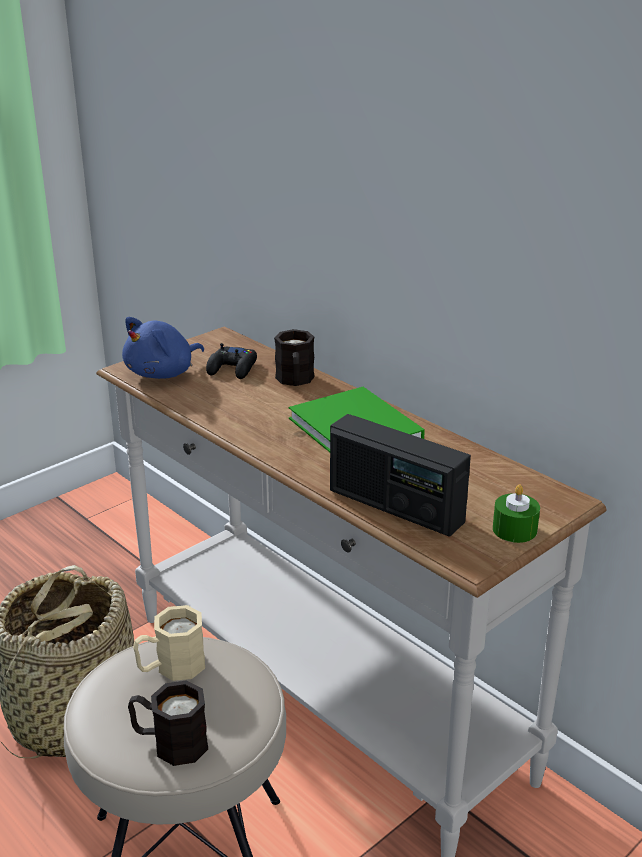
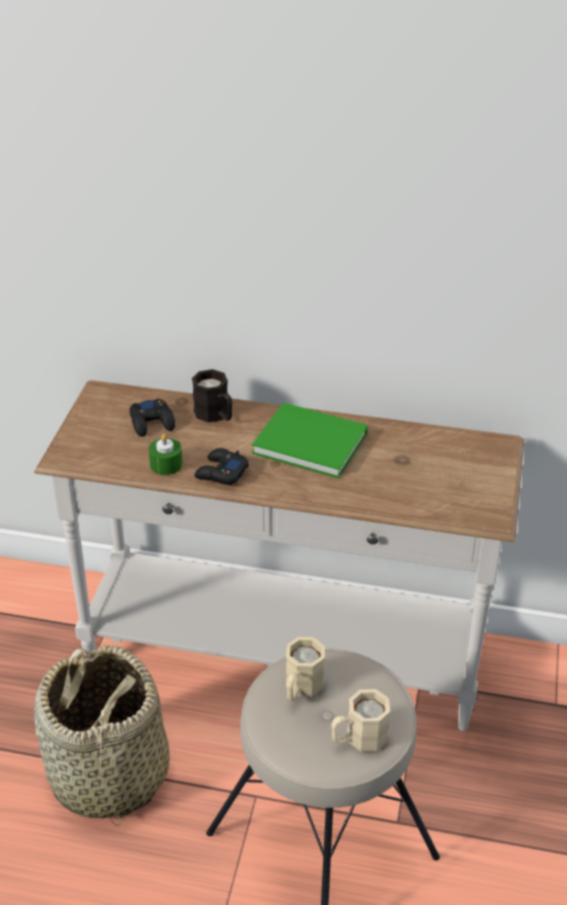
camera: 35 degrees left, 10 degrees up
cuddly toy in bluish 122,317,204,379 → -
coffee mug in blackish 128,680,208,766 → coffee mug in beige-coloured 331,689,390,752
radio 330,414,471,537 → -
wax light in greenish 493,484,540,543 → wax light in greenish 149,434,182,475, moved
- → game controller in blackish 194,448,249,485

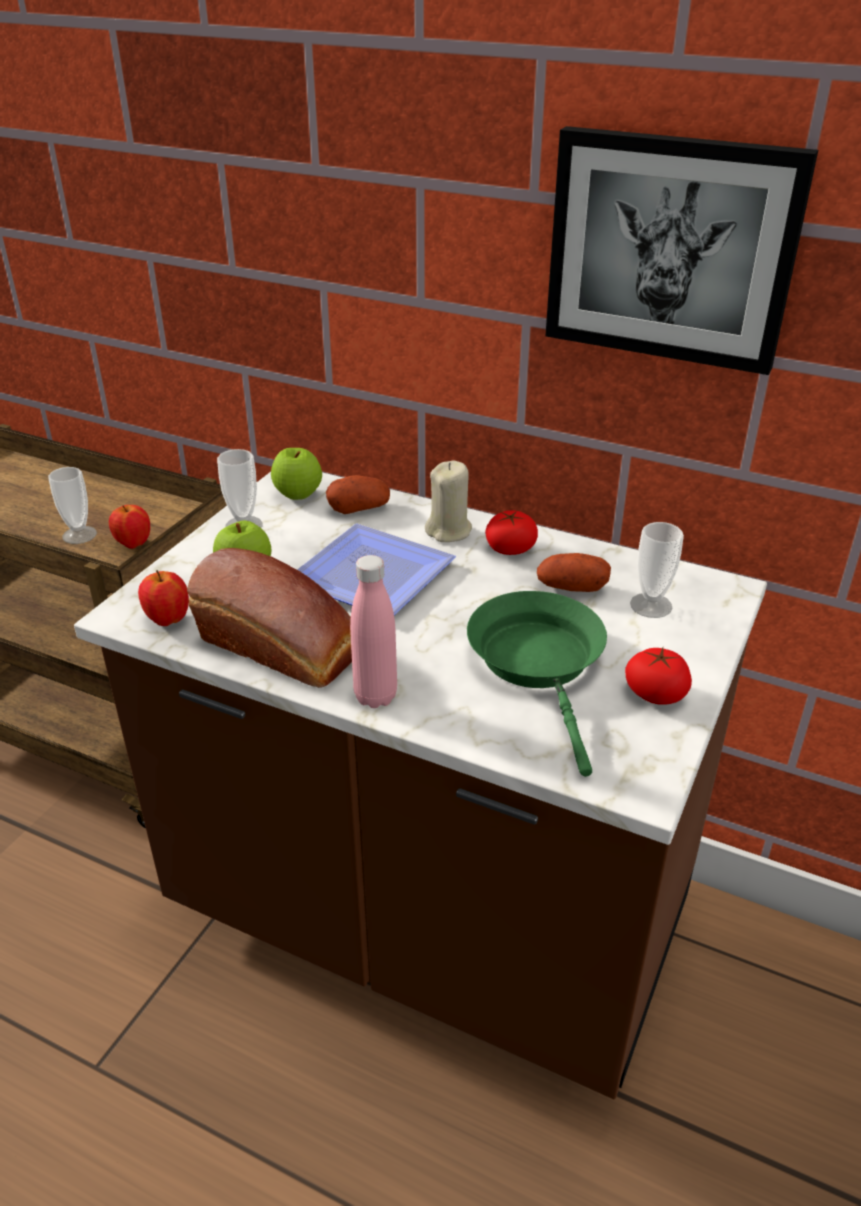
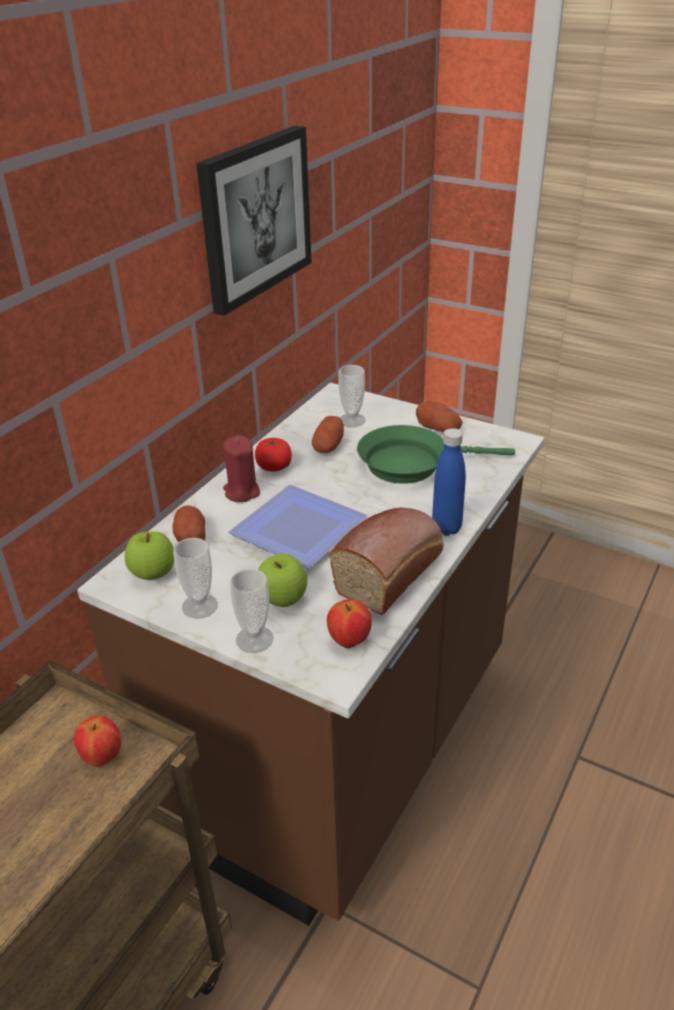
camera: 85 degrees left, 0 degrees up
small cup 49,467,97,544 → small cup 230,569,274,653, moved
beverage bottle in pink 350,555,397,708 → beverage bottle in bluish 432,428,466,536
wax light in beige-coloured 425,461,472,542 → wax light in reddish 223,435,260,502
fresh tomato 625,647,692,705 → spud 416,401,463,432

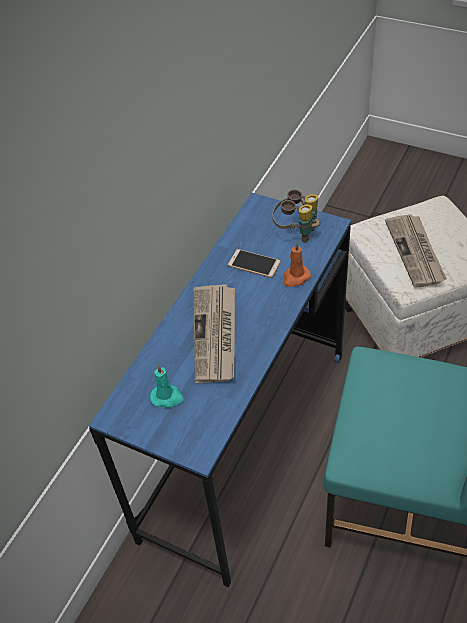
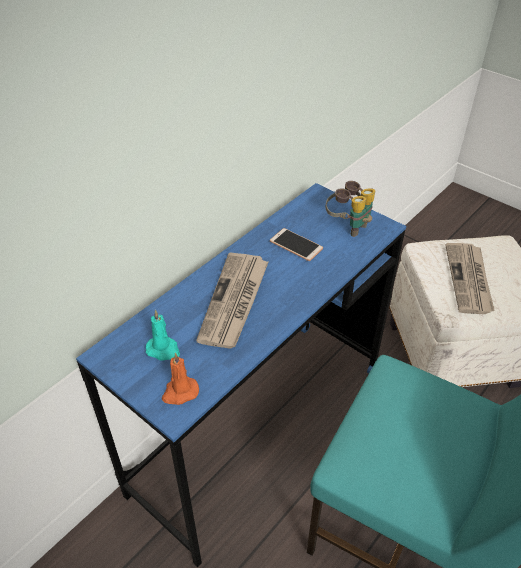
camera: 10 degrees right, 5 degrees down
wax light in orange-coloured 283,242,311,287 → wax light in orange-coloured 162,353,199,405, moved

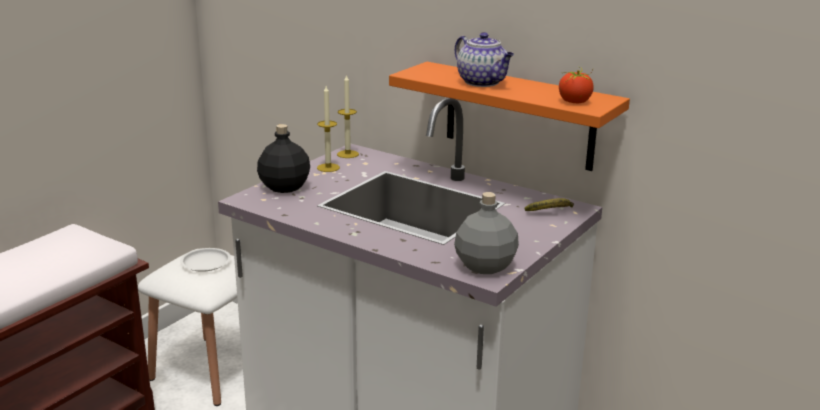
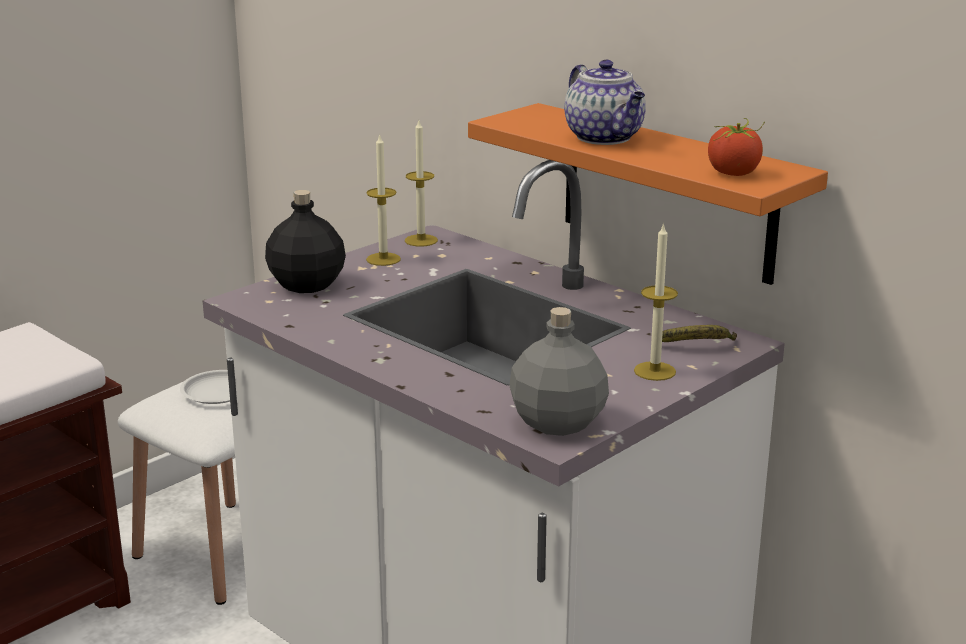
camera: 10 degrees right, 0 degrees up
- → wax light 634,222,678,381

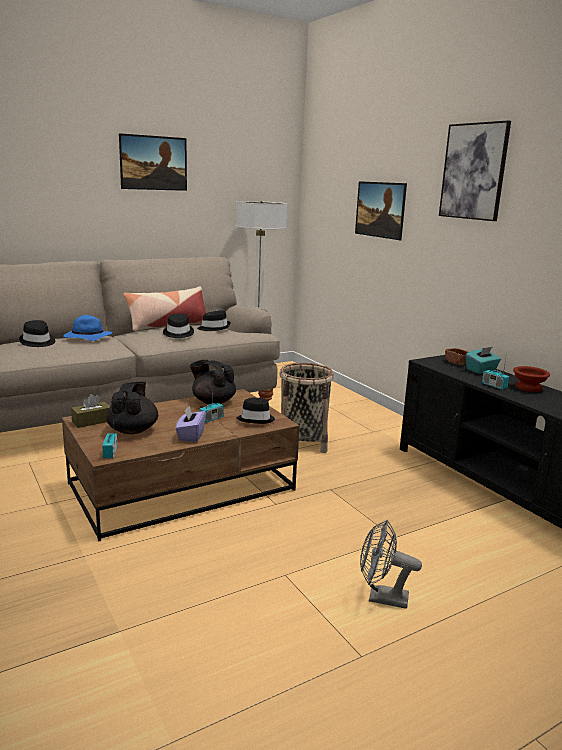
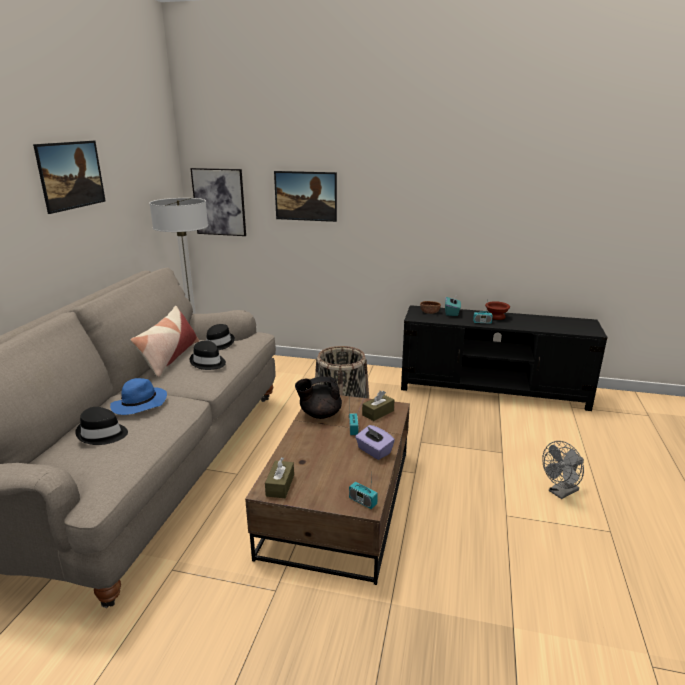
camera: 45 degrees left, 5 degrees up
teapot in blackish 106,381,158,434 → -
hat in blackish 237,398,275,424 → tissue holder in brown-coloured 362,391,394,421
wall art 439,120,511,221 → wall art 190,168,246,236, moved

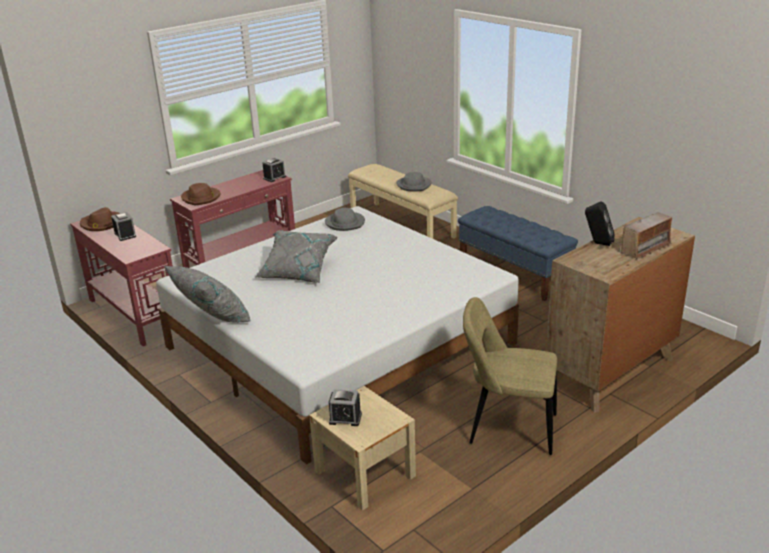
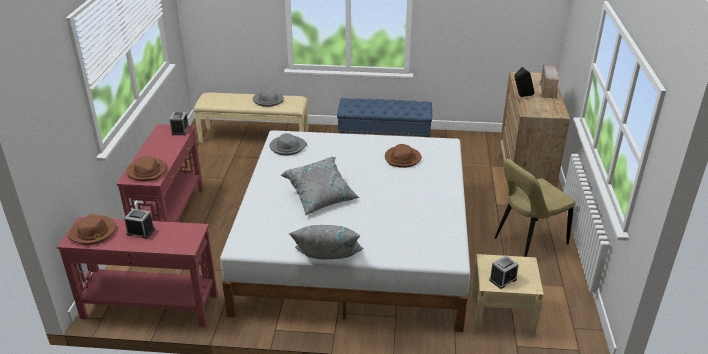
camera: 45 degrees left, 5 degrees up
- → hat in brown-coloured 385,144,421,168

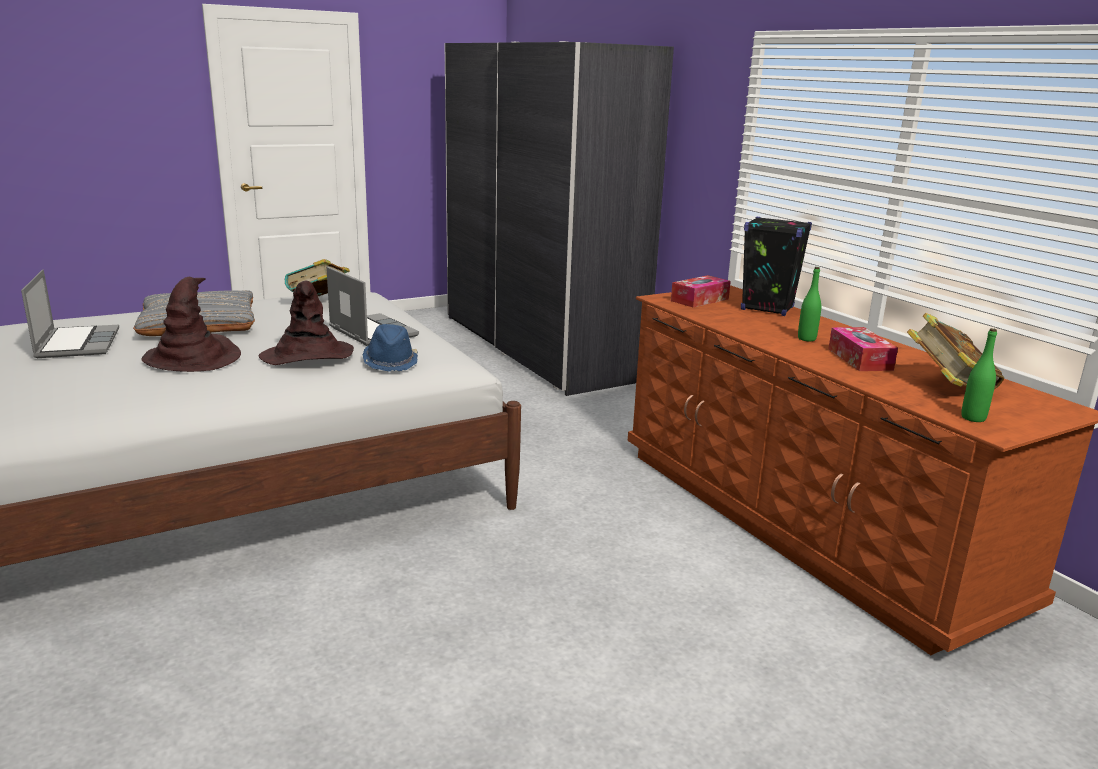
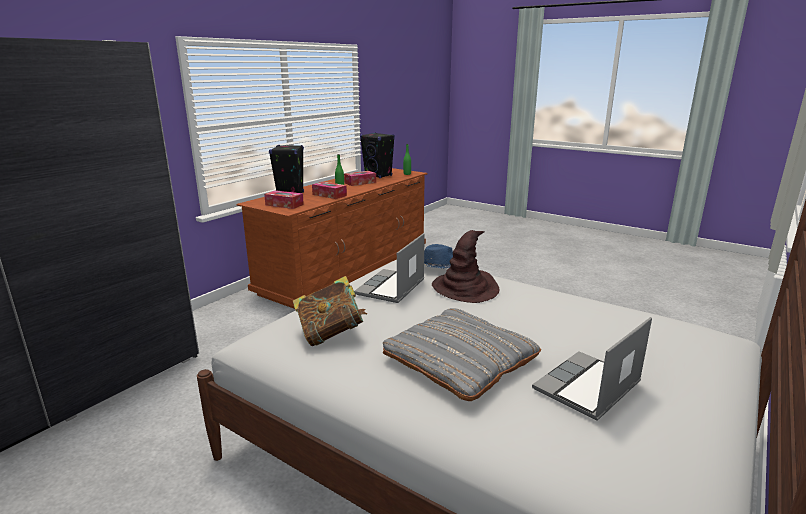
camera: 115 degrees left, 0 degrees up
hat in brown-coloured 141,277,241,372 → -
bound book 907,313,1004,390 → speaker in blackish 360,133,395,178
- → tissue holder 312,182,347,199

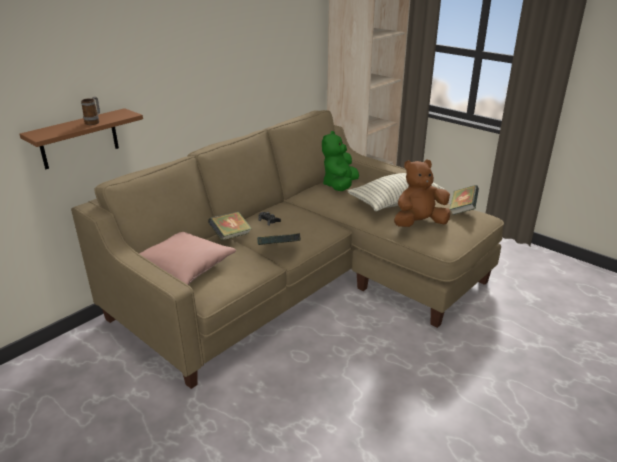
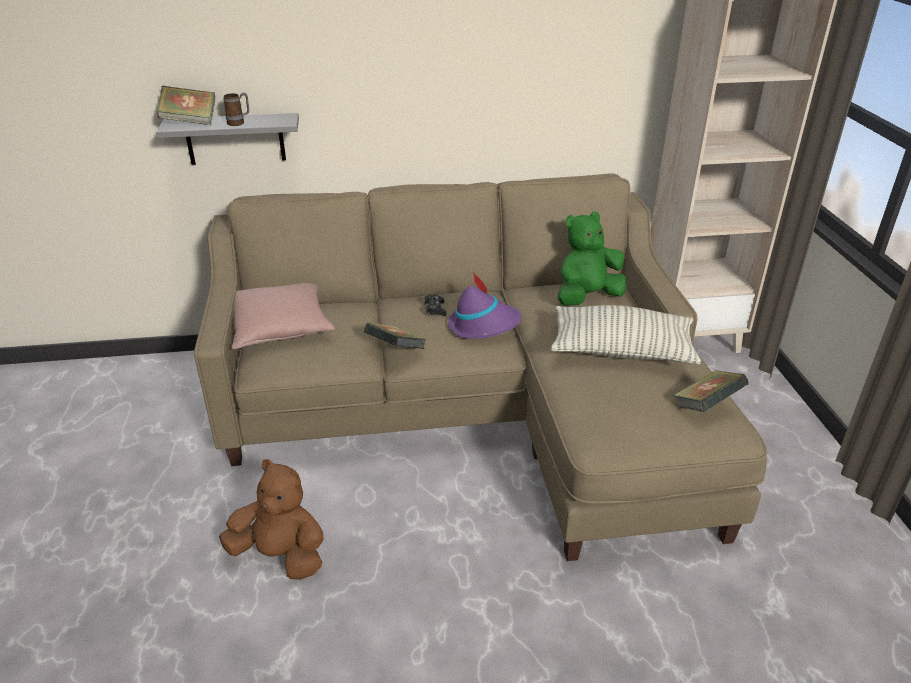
camera: 40 degrees right, 5 degrees up
wall shelf in brown-coloured 19,108,143,169 → wall shelf in grey 156,113,299,165
bound book 208,211,252,241 → bound book 157,86,215,125, moved
cuddly toy in brown-coloured 394,159,450,227 → cuddly toy in brown-coloured 219,459,324,580, moved
- → hat in purple-coloured 448,273,522,339

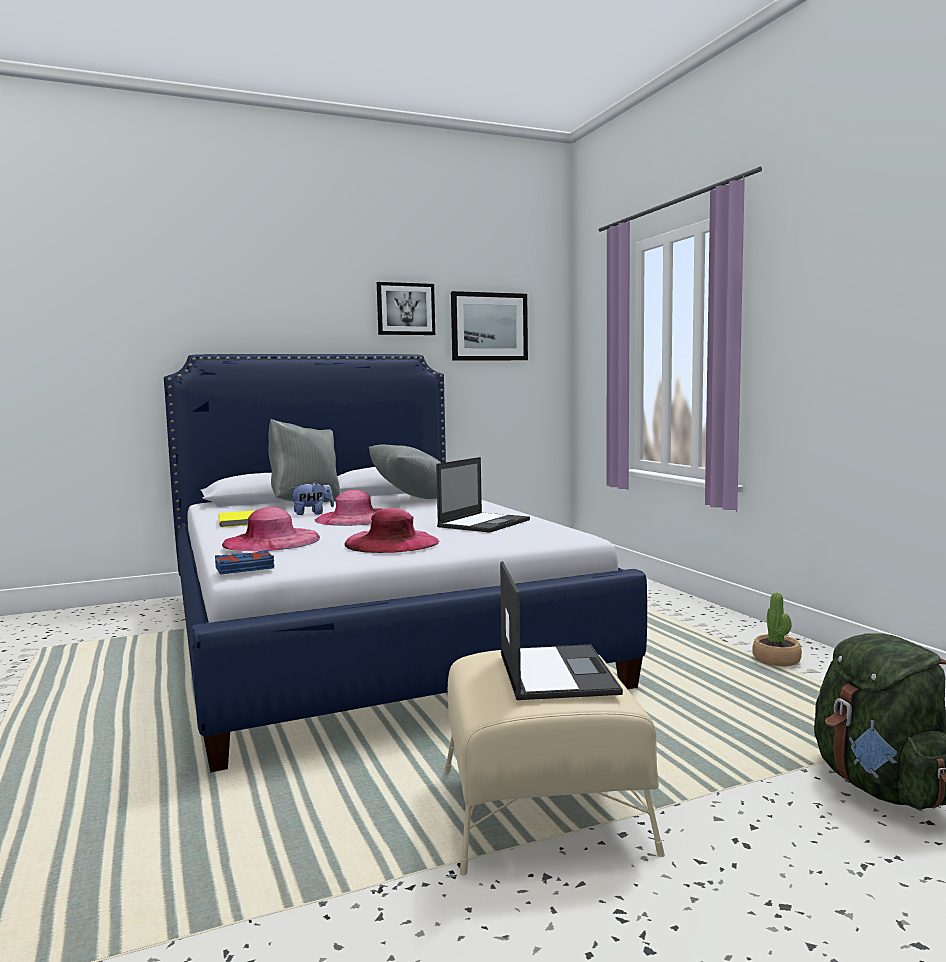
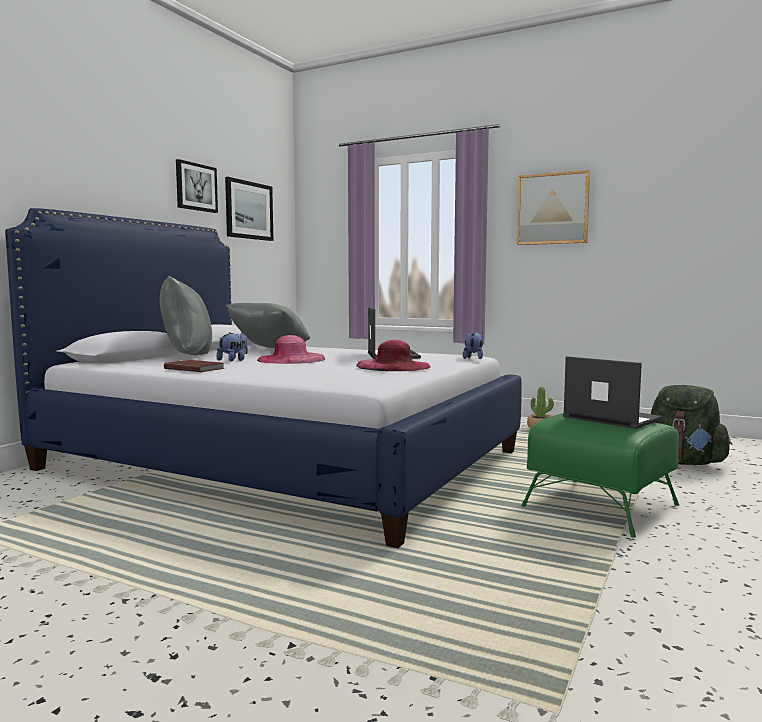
camera: 40 degrees left, 0 degrees up
bound book in bluish 215,550,274,575 → -
bound book in yellow-coloured 218,511,254,527 → bound book in brown-coloured 164,360,225,372
hat in pink 222,507,320,551 → -
footrest in beige-coloured 445,650,665,875 → footrest in greenish 521,413,679,538
- → cuddly toy 463,332,483,359
- → wall art 516,170,590,245

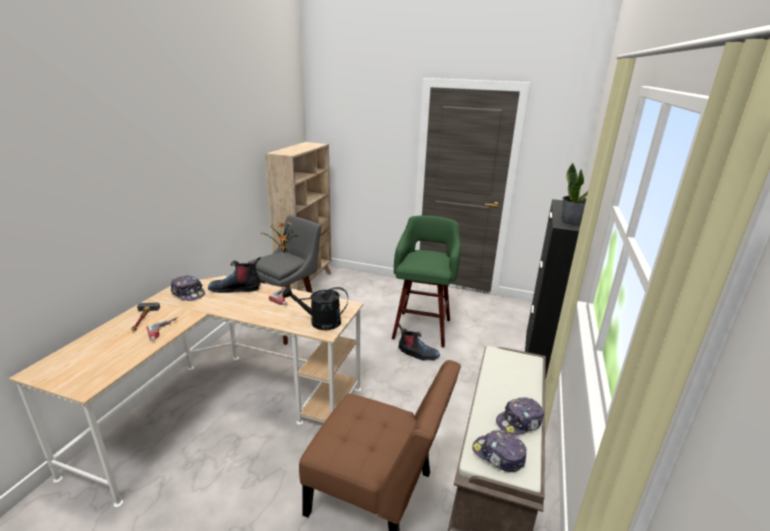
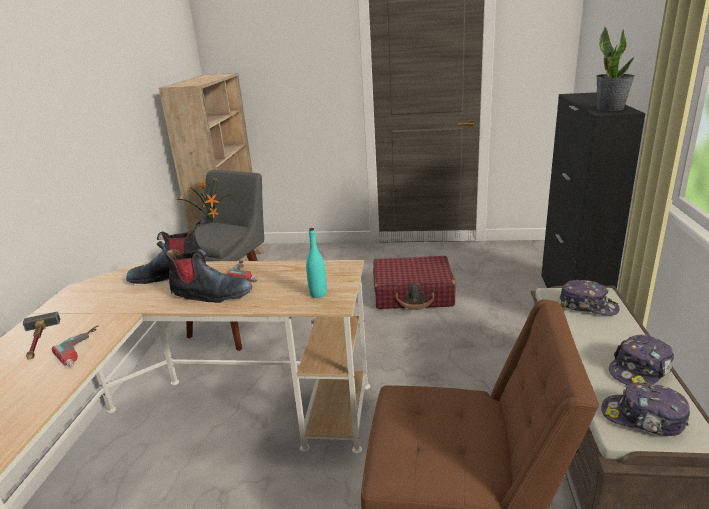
camera: 10 degrees left, 0 degrees up
baseball cap 171,275,205,301 → baseball cap 560,280,620,316, moved
watering pot in blackish 282,286,348,330 → beverage bottle in blue-green 306,228,327,298
stool seat in greenish 392,215,461,348 → travel case in reddish 373,256,456,310
high-top boot 398,324,440,361 → high-top boot 157,241,252,303, moved

